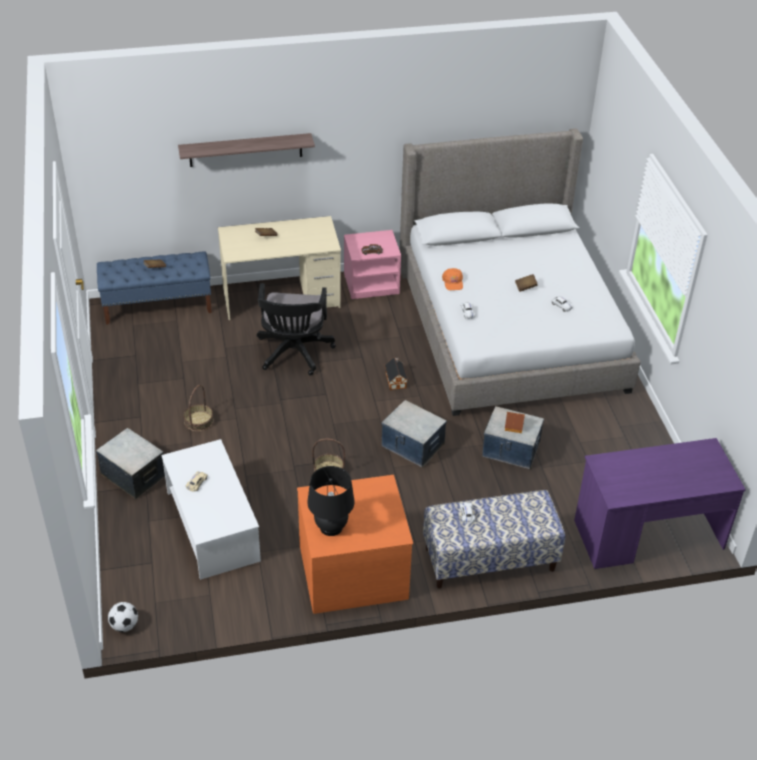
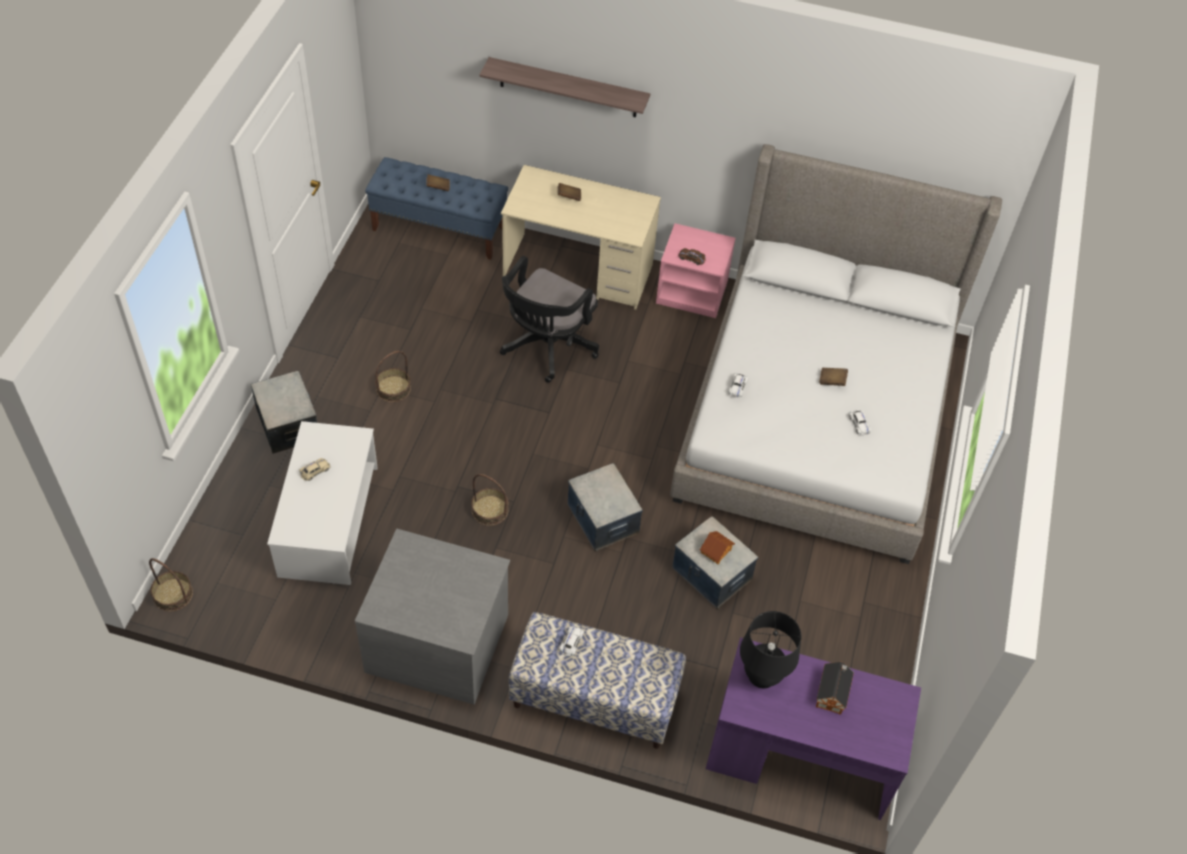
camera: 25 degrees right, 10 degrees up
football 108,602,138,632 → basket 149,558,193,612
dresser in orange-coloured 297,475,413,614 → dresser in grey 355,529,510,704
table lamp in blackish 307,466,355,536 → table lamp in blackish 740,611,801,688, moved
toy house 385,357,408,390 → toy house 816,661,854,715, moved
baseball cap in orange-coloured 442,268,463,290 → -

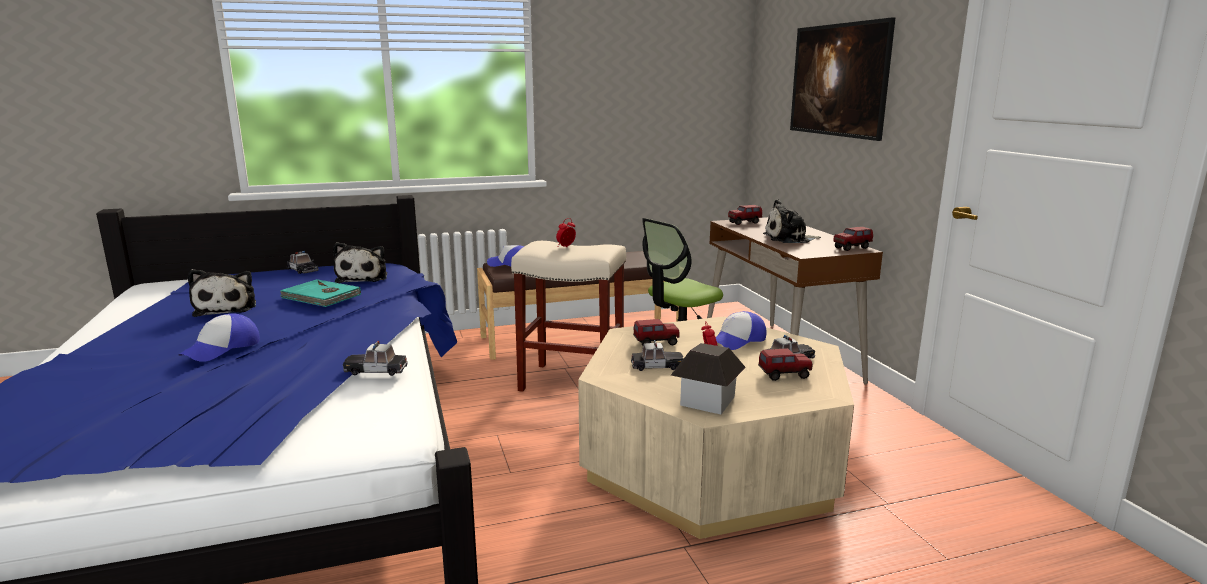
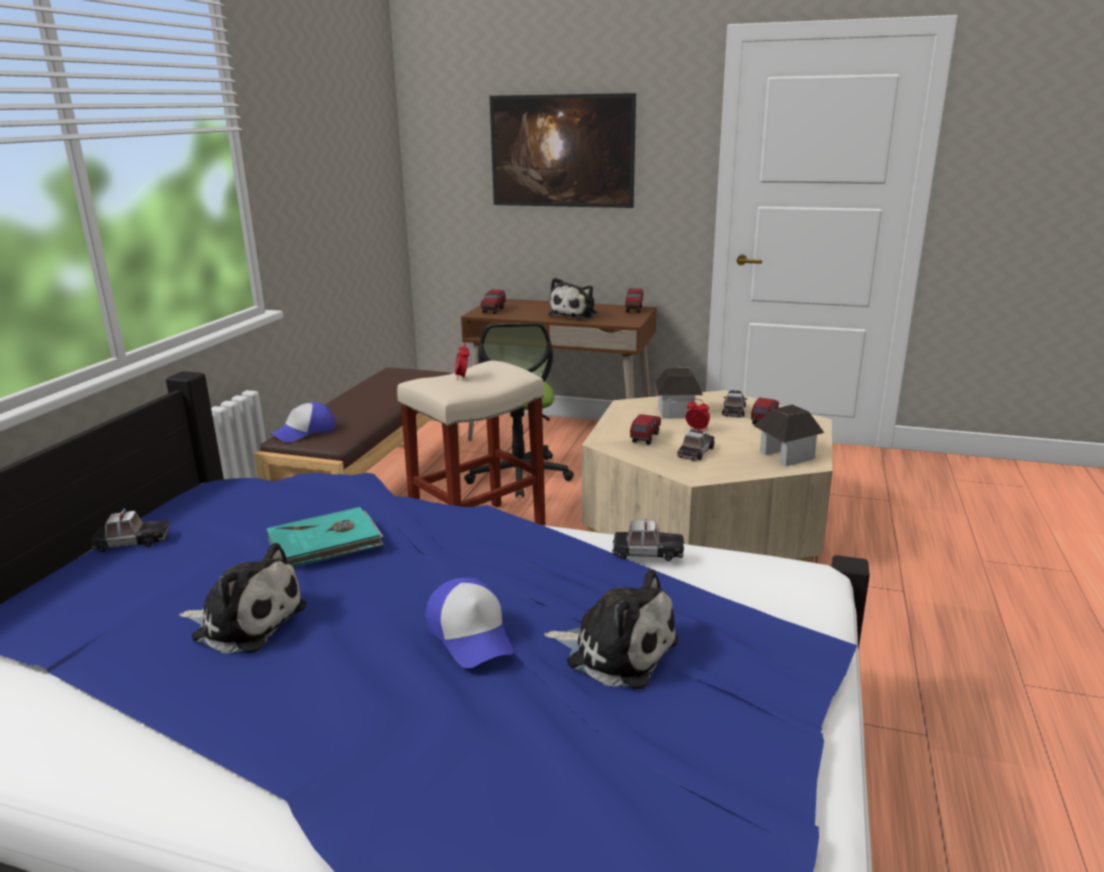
camera: 55 degrees left, 5 degrees up
cuddly toy 333,242,387,283 → cuddly toy 544,569,678,689, moved
miniature car 343,341,408,376 → miniature car 612,517,684,561, 120 degrees counterclockwise
baseball cap 716,311,767,350 → toy house 654,368,703,419

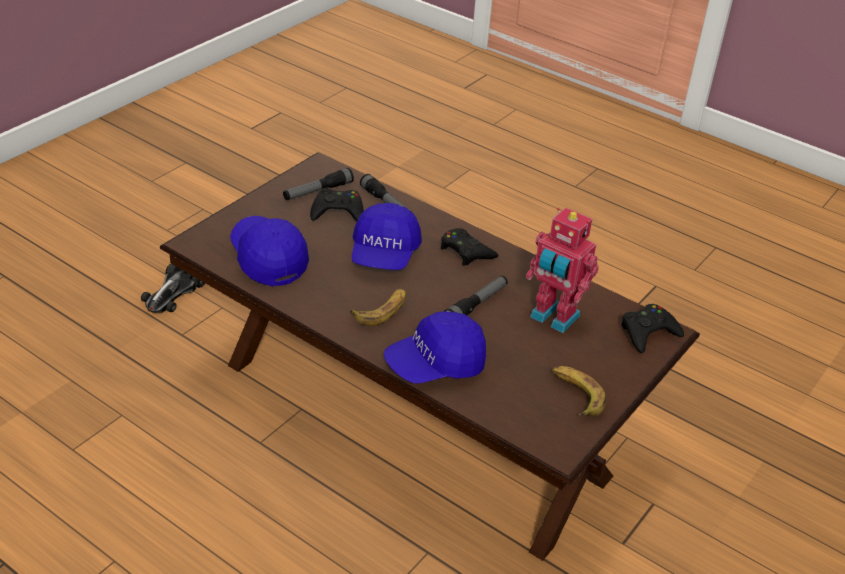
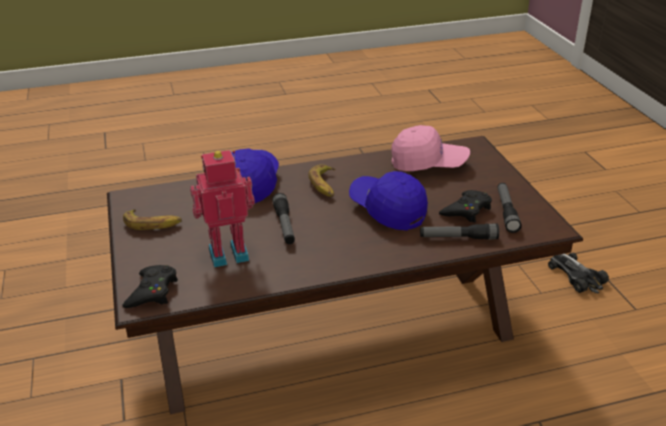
camera: 130 degrees right, 5 degrees down
baseball cap in bluish 230,216,309,287 → baseball cap in pink 391,125,470,171
game controller in blackish 441,228,498,266 → -

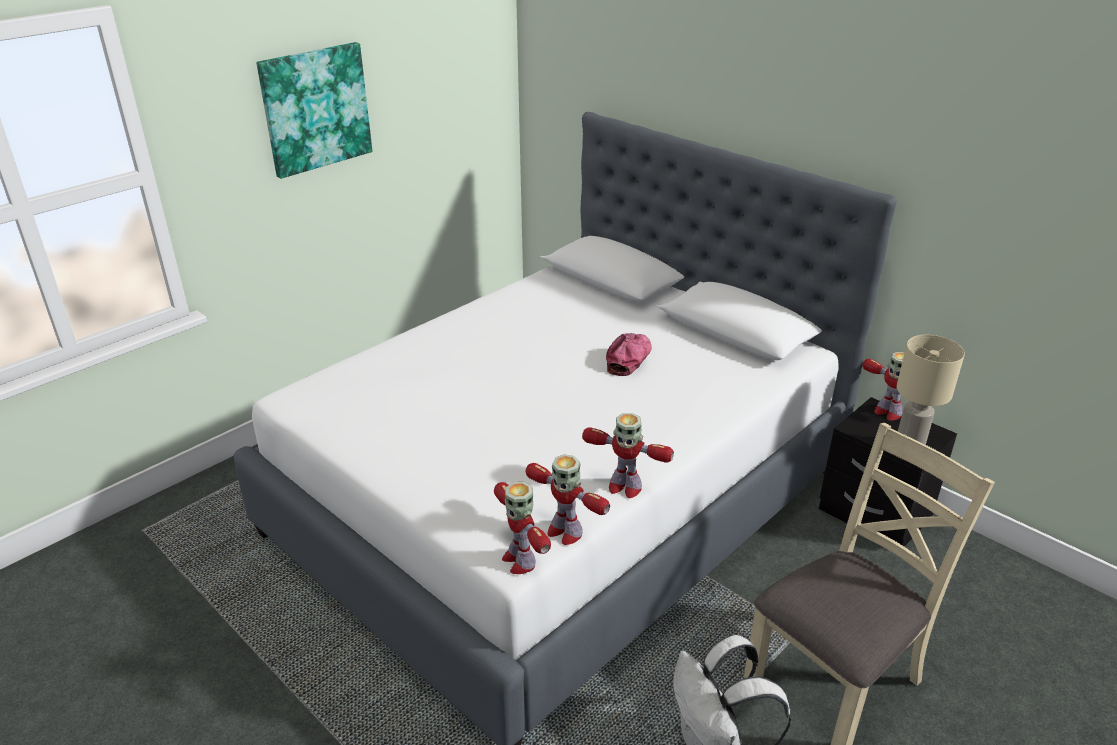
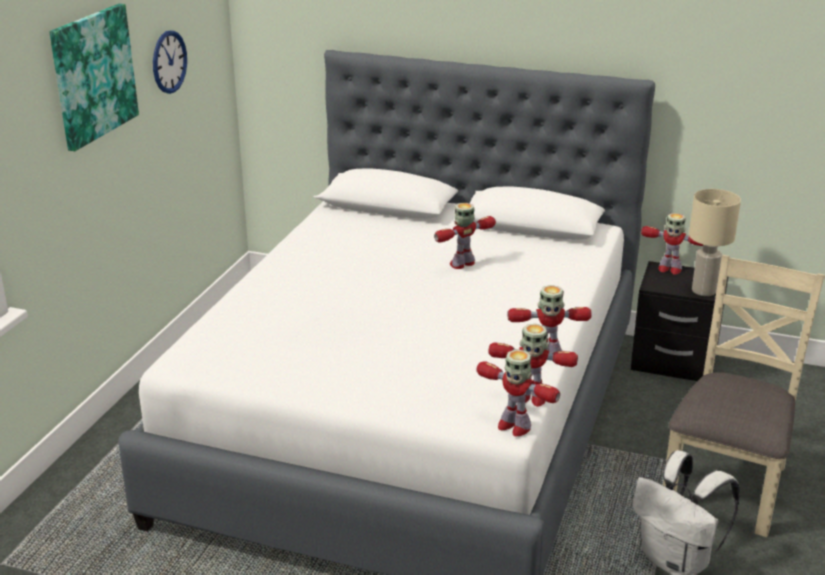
camera: 25 degrees left, 5 degrees down
baseball cap 606,333,652,376 → robot figure 434,203,496,269
- → clock on the wall 153,30,187,94

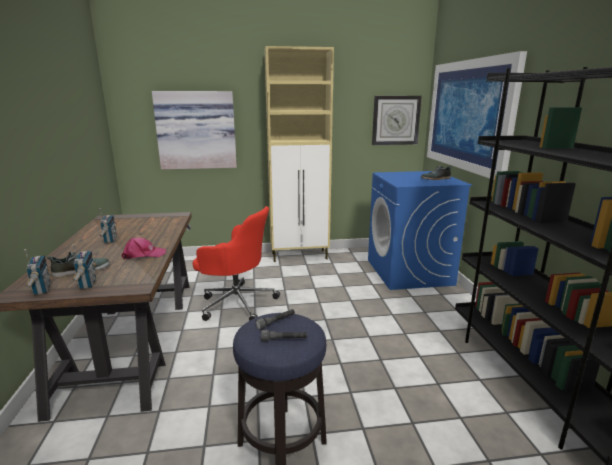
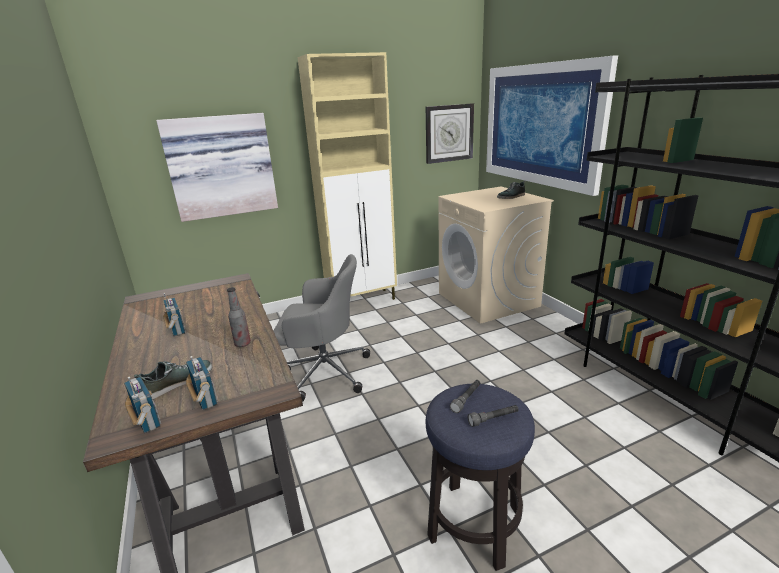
camera: 15 degrees left, 5 degrees up
baseball cap in pink 122,237,166,260 → beverage bottle 227,287,251,347
desk chair in reddish 193,206,280,321 → desk chair in grey 274,254,370,402
laundry appliance in bluish 368,171,472,290 → laundry appliance in beige-coloured 438,187,554,324

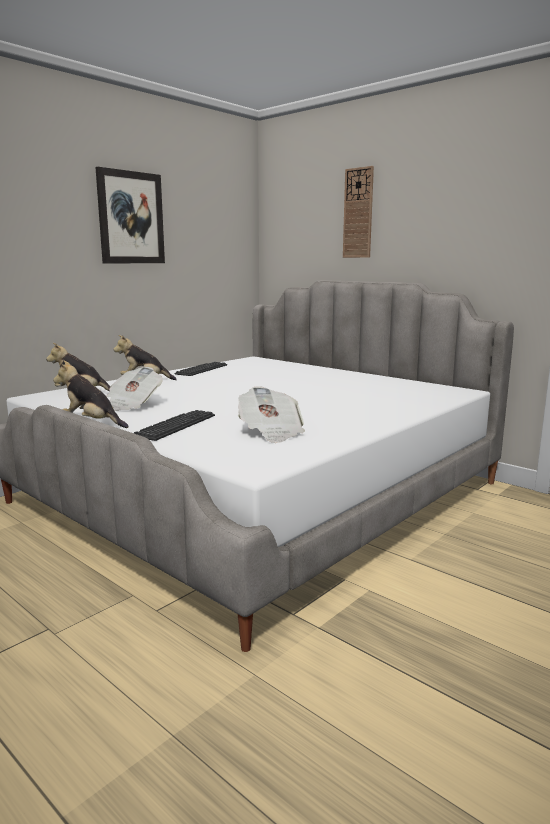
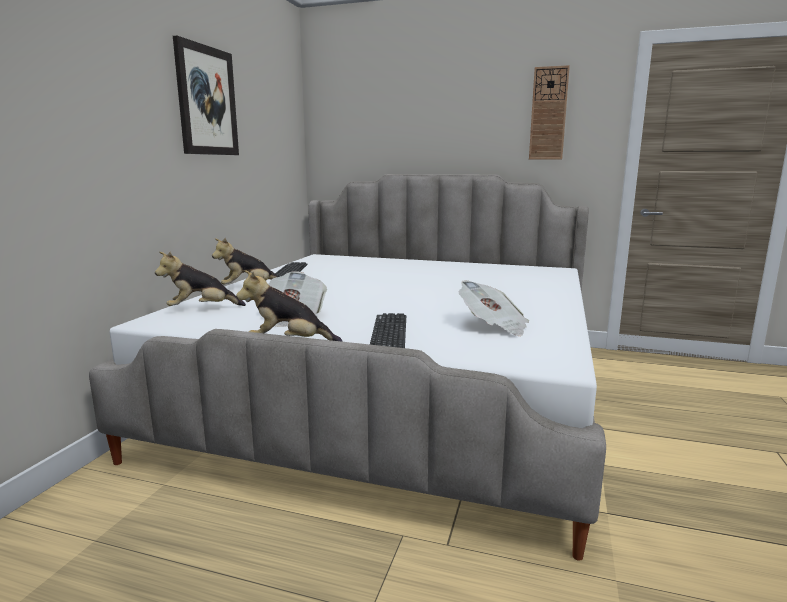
camera: 25 degrees left, 0 degrees up
clock on the wall 343,166,374,258 → clock on the wall 529,65,570,160, moved

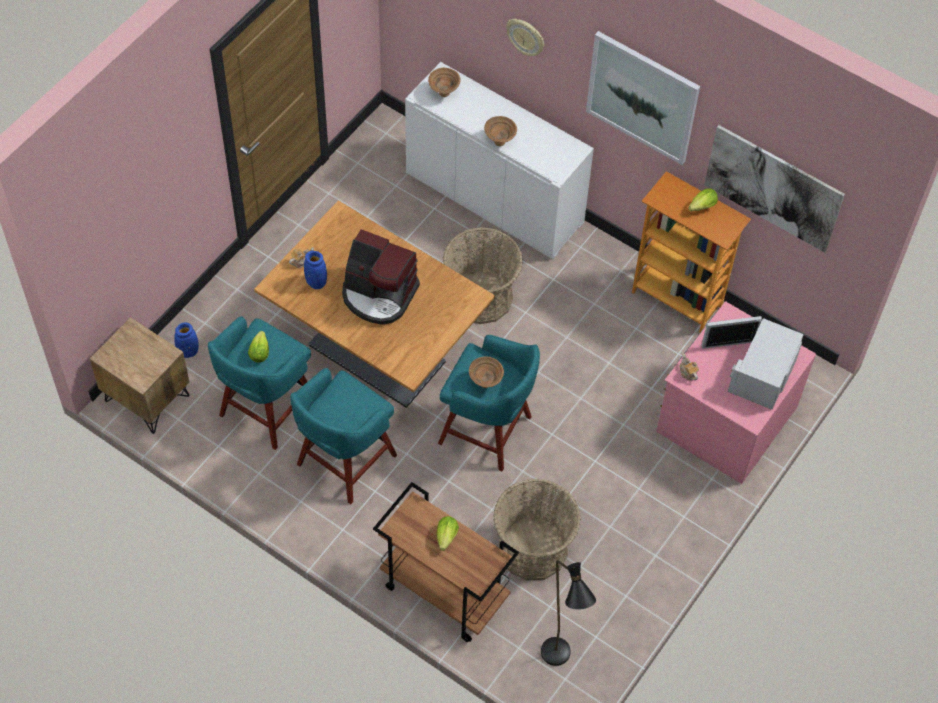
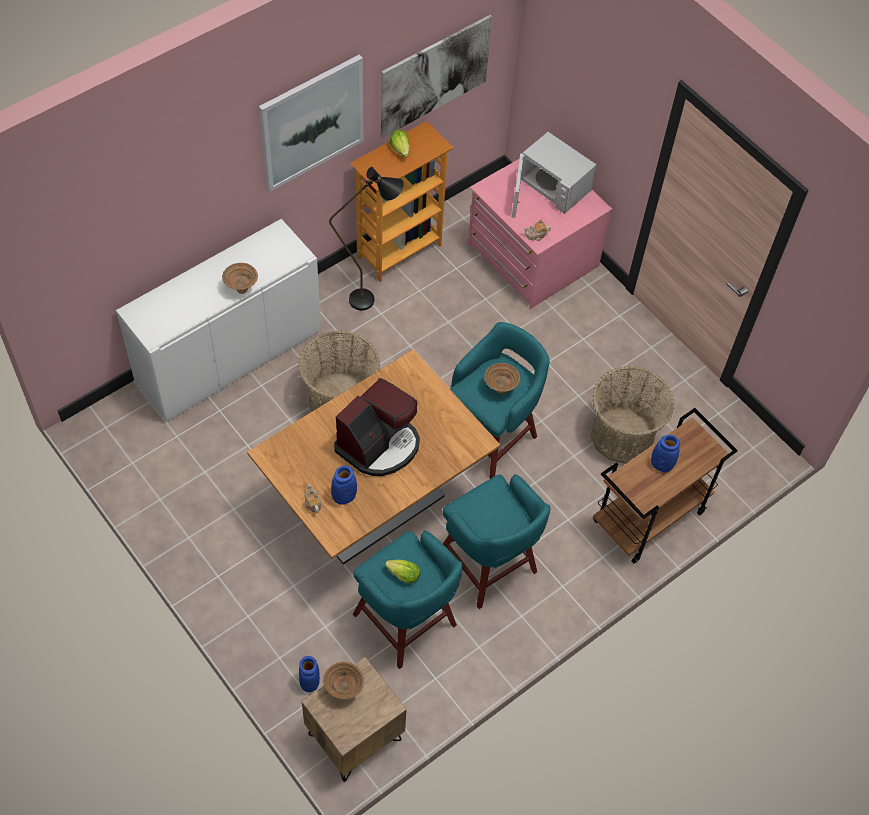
camera: 75 degrees left, 0 degrees up
deep dish in brown-coloured 428,68,461,97 → deep dish in brown-coloured 323,662,364,699, moved
lettuce head 436,516,459,551 → decorative vase in bluish 651,435,680,472
clock on the wall 506,19,544,56 → -
floor lamp in blackish 541,560,596,666 → floor lamp in blackish 329,167,404,311, moved

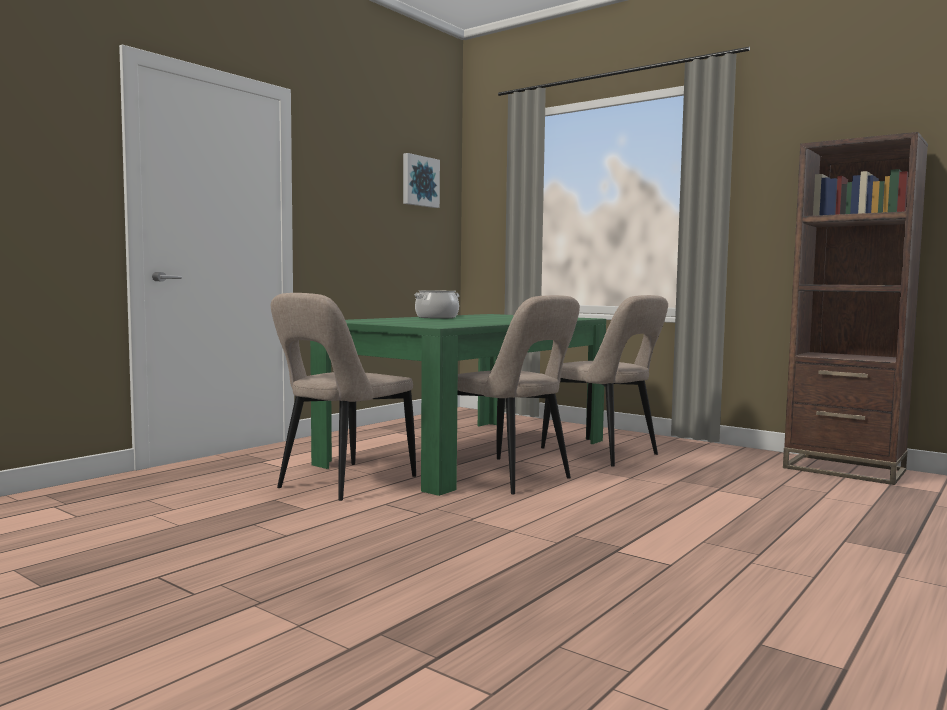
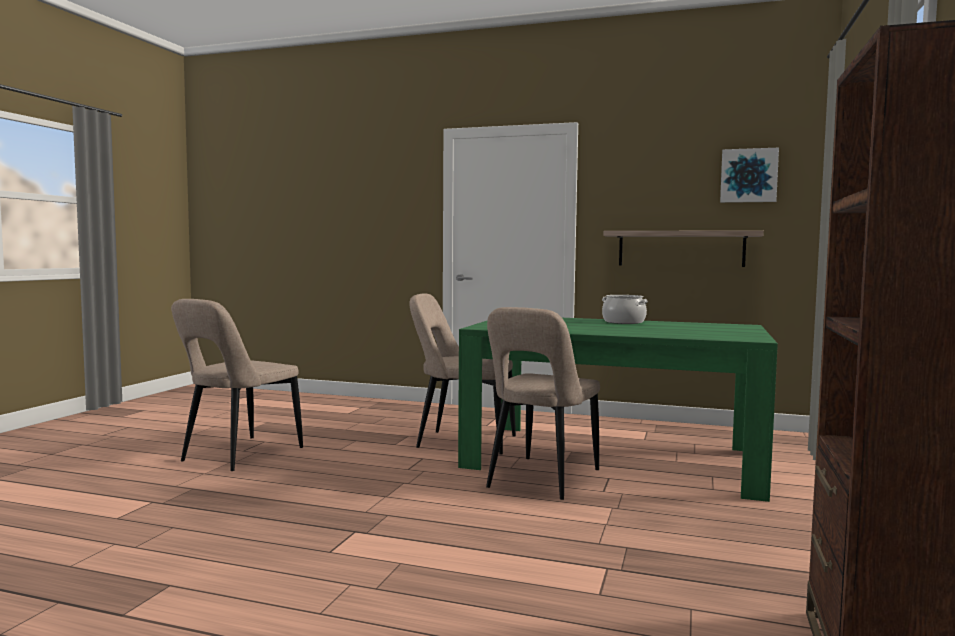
camera: 70 degrees right, 0 degrees up
upright chair in beige-coloured 541,295,668,467 → upright chair in beige-coloured 171,299,303,471, moved
- → wall shelf 603,231,764,267

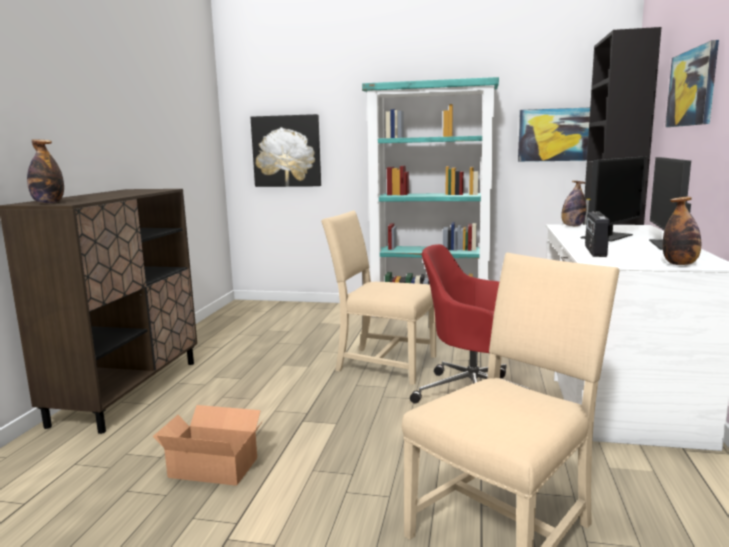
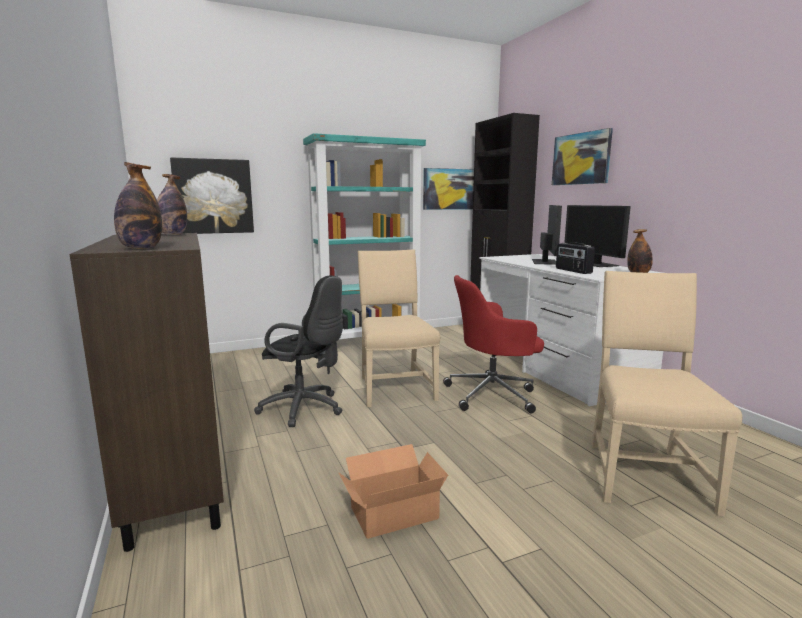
camera: 35 degrees left, 0 degrees up
upright chair in beige-coloured 321,211,436,385 → upright chair in beige-coloured 358,249,440,407, 90 degrees clockwise
beverage bottle 561,181,587,226 → beverage bottle 157,174,187,235, moved
- → desk chair in blackish 254,276,343,427

